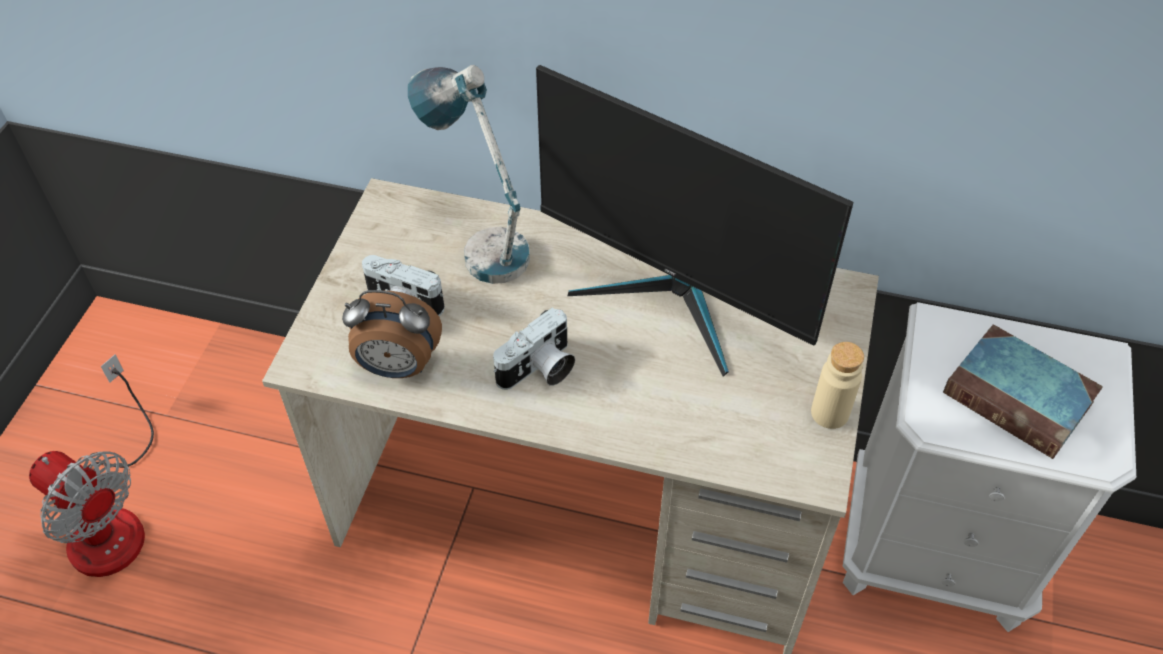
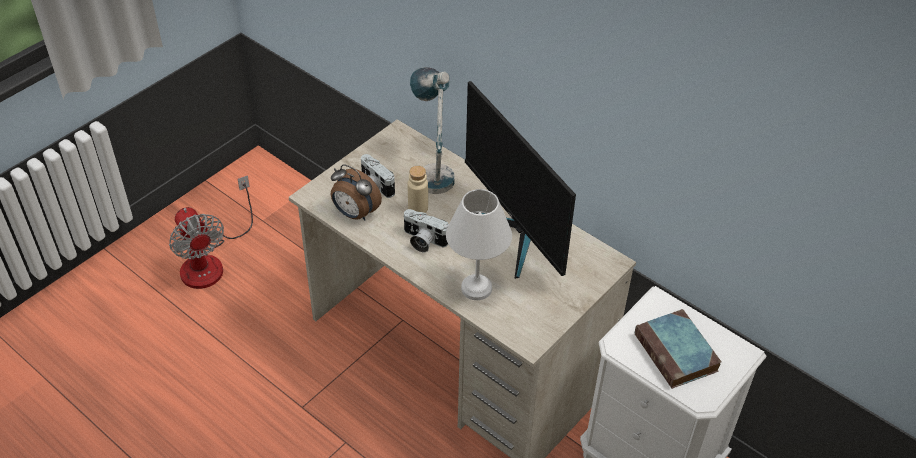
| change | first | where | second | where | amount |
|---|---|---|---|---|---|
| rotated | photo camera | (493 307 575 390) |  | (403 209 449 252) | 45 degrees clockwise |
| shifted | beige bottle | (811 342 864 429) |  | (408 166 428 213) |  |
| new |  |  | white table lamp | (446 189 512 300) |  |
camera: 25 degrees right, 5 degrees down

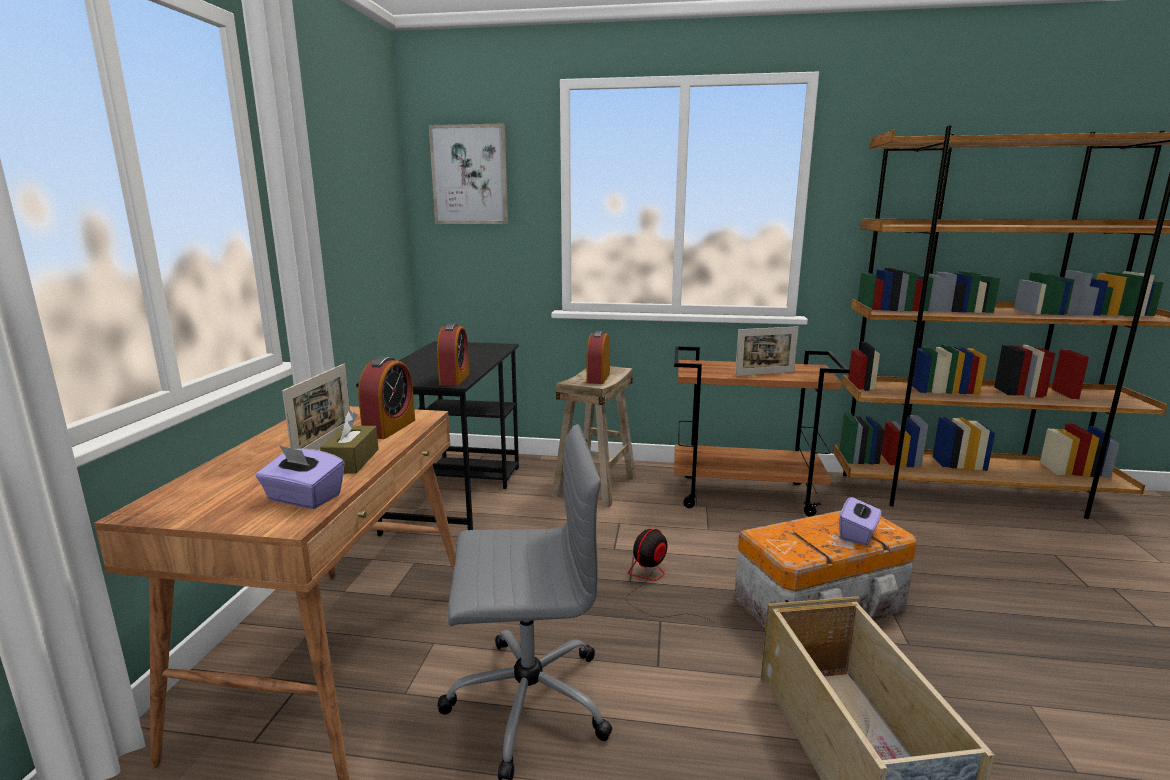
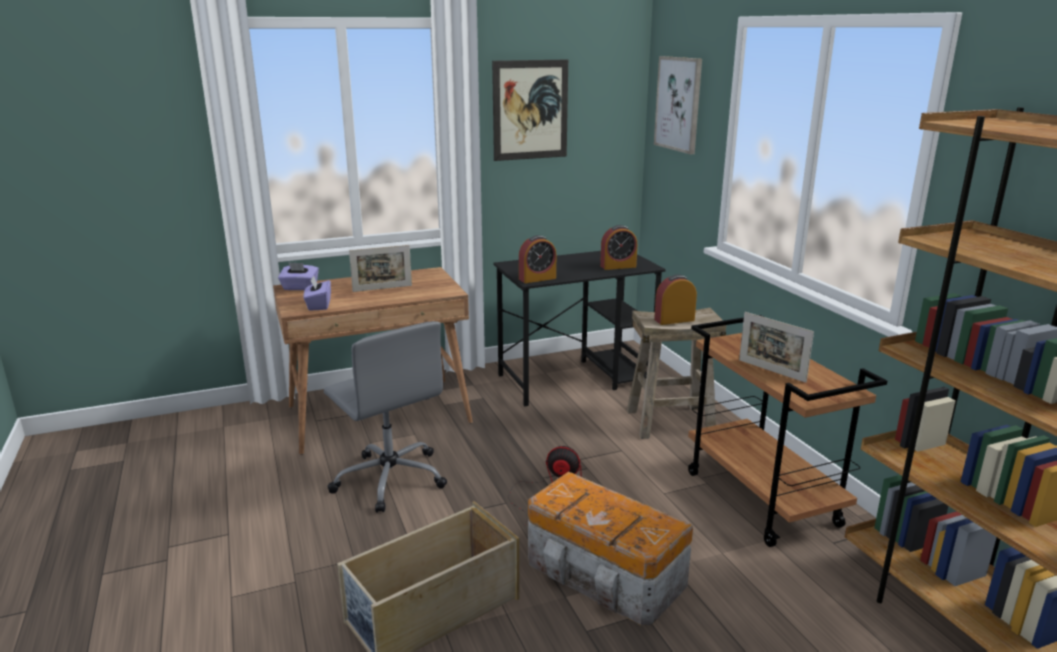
| change | first | where | second | where | amount |
|---|---|---|---|---|---|
| shifted | purple tissue box | (839 496 881 545) |  | (278 262 319 290) |  |
| new |  |  | picture | (492 59 568 161) |  |
| shifted | alarm clock | (358 356 415 439) |  | (600 225 637 270) |  |
| gone | brown tissue box | (320 411 379 474) |  |  |  |
camera: 60 degrees right, 5 degrees up

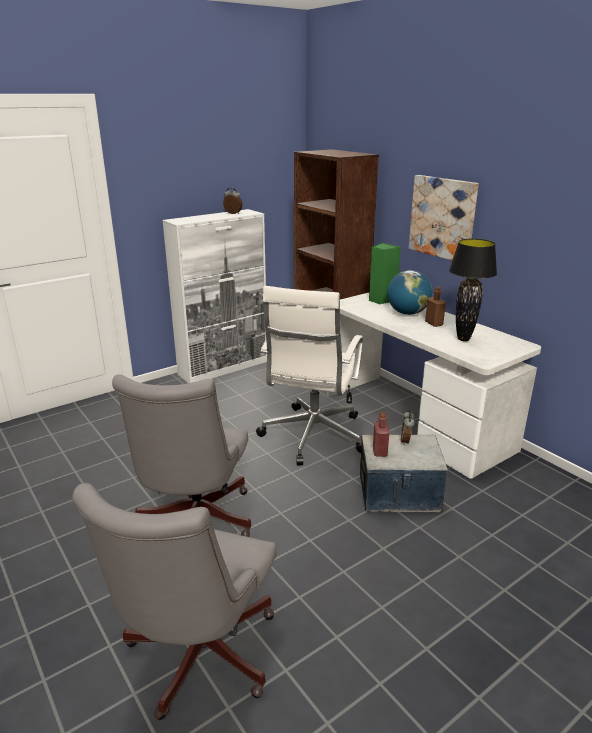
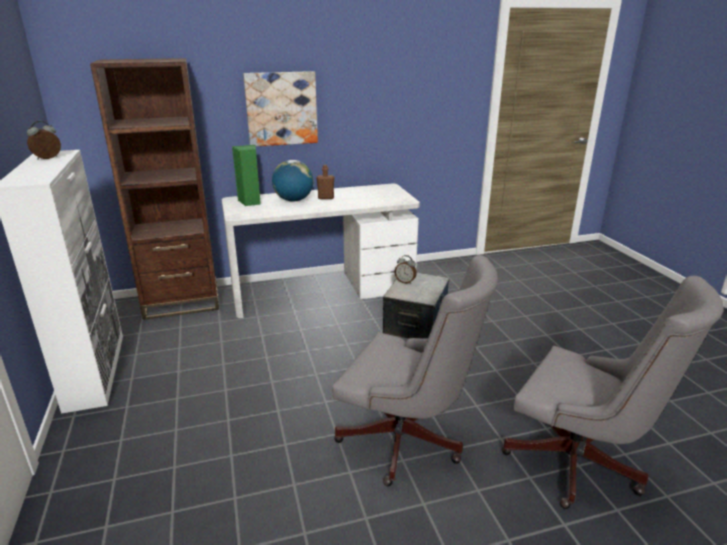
| change | first | where | second | where | amount |
|---|---|---|---|---|---|
| gone | white office chair | (256 286 363 465) |  |  |  |
| gone | red bottle | (373 412 389 457) |  |  |  |
| gone | black table lamp | (449 239 497 341) |  |  |  |
camera: 70 degrees left, 0 degrees up

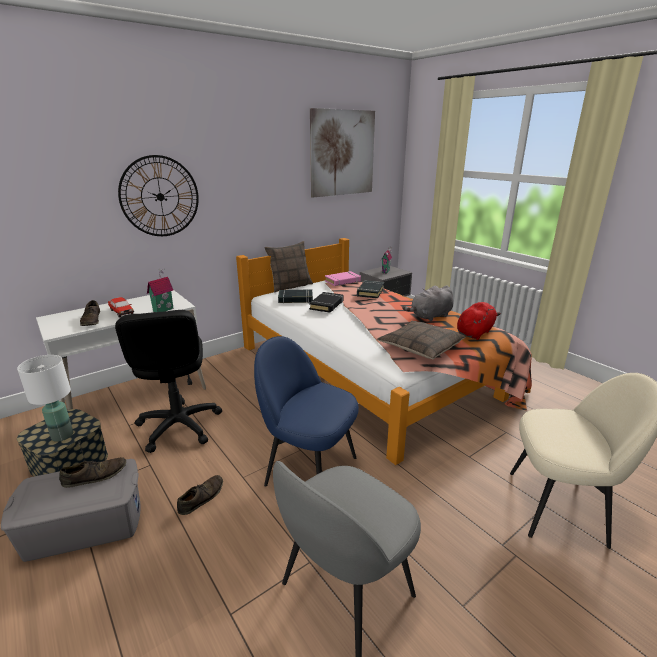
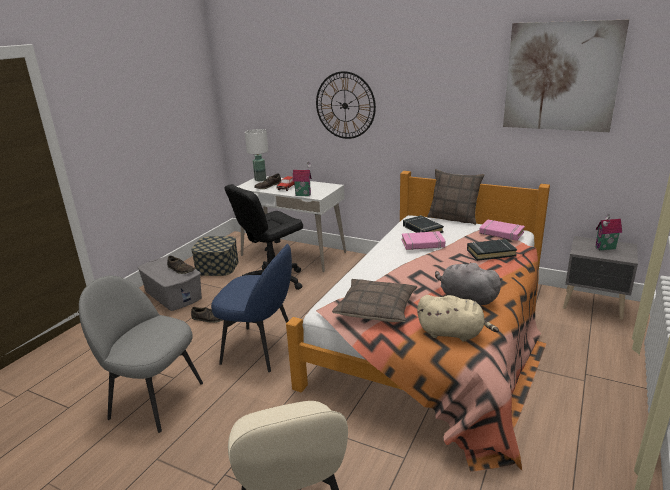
| change | first | where | second | where | amount |
|---|---|---|---|---|---|
| rotated | blue chair | (254 336 359 487) |  | (211 244 292 372) | 105 degrees clockwise |
| shifted | white table lamp | (17 355 73 442) |  | (245 129 268 181) |  |
| repainted | black book | (309 292 344 313) | pink book | (402 231 445 250) |  |
| repainted | red plush toy | (457 302 501 340) | beige plush toy | (417 295 499 342) |  |
camera: 65 degrees right, 0 degrees up

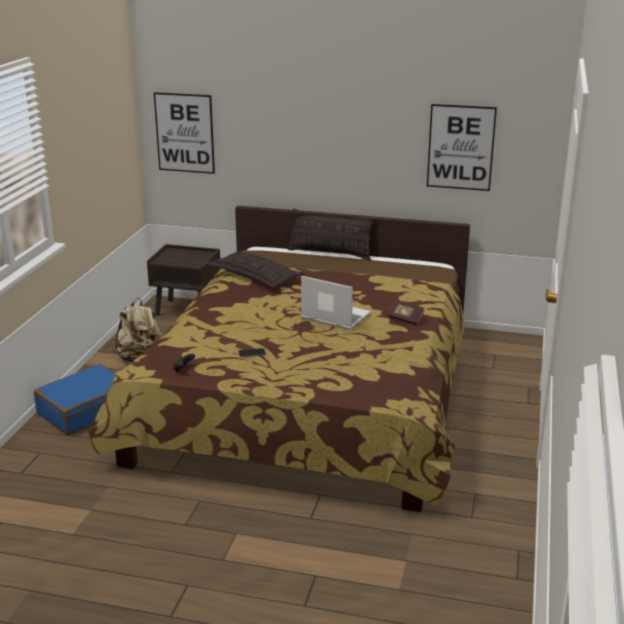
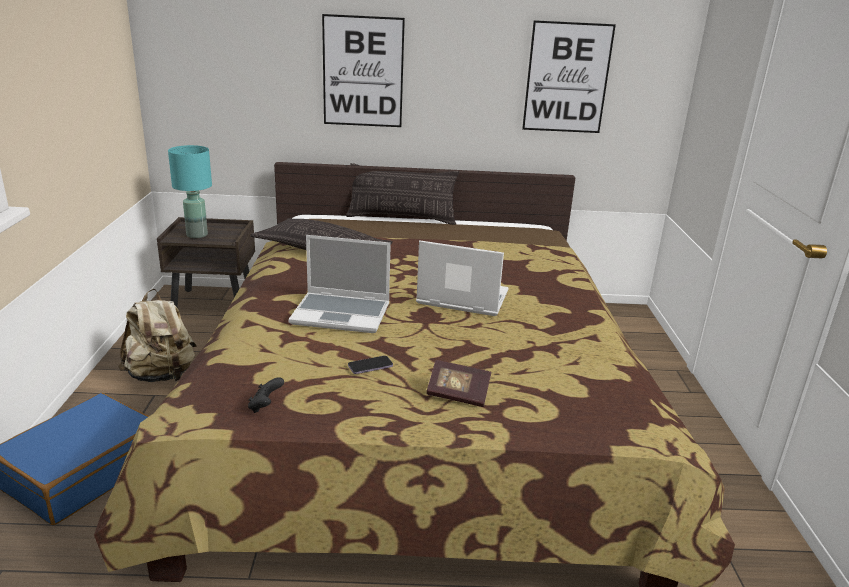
| change | first | where | second | where | amount |
|---|---|---|---|---|---|
| new |  |  | turquoise table lamp | (168 145 212 238) |  |
| new |  |  | laptop | (288 235 391 333) |  |
| shifted | picture | (154 92 215 174) |  | (322 14 405 127) |  |
| shifted | book | (388 300 425 325) |  | (426 360 491 407) |  |
camera: 15 degrees left, 0 degrees up

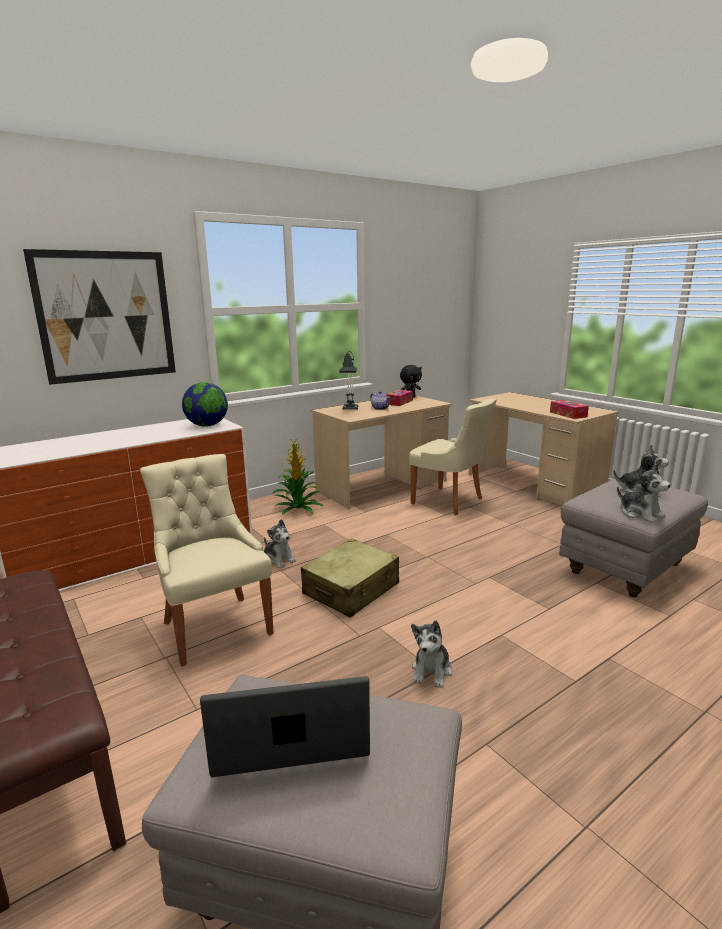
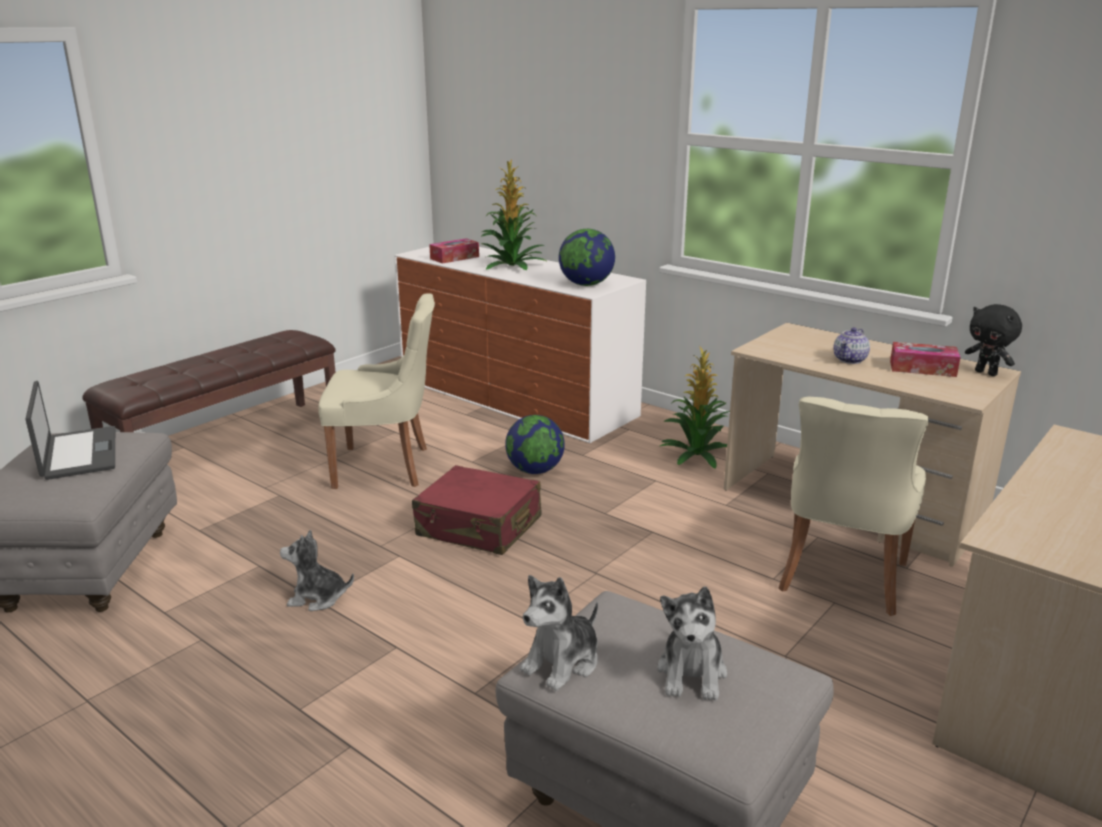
| change | first | where | second | where | amount |
|---|---|---|---|---|---|
| rotated | beige chair | (140 454 274 666) |  | (318 293 435 489) | 45 degrees clockwise |
| repainted | beige suitcase | (301 539 399 617) | red suitcase | (412 465 541 555) |  |
| shifted | tissue box | (550 400 589 419) |  | (429 238 479 264) |  |
| new |  |  | potted plant | (481 159 548 270) |  |
| swapped | plush toy | (264 519 296 568) | globe | (505 415 565 474) |  |
| gone | picture | (23 249 176 385) |  |  |  |
| gone | table lamp | (339 354 359 409) |  |  |  |
camera: 75 degrees right, 5 degrees up

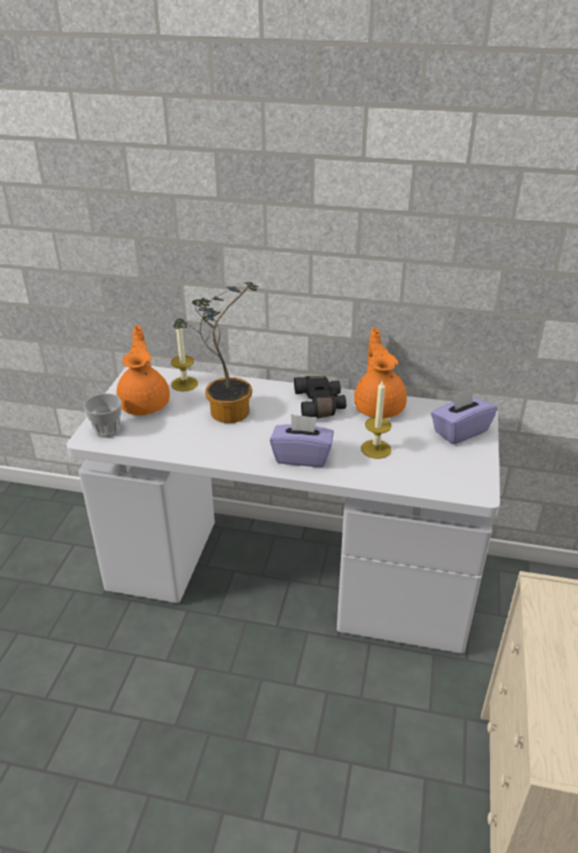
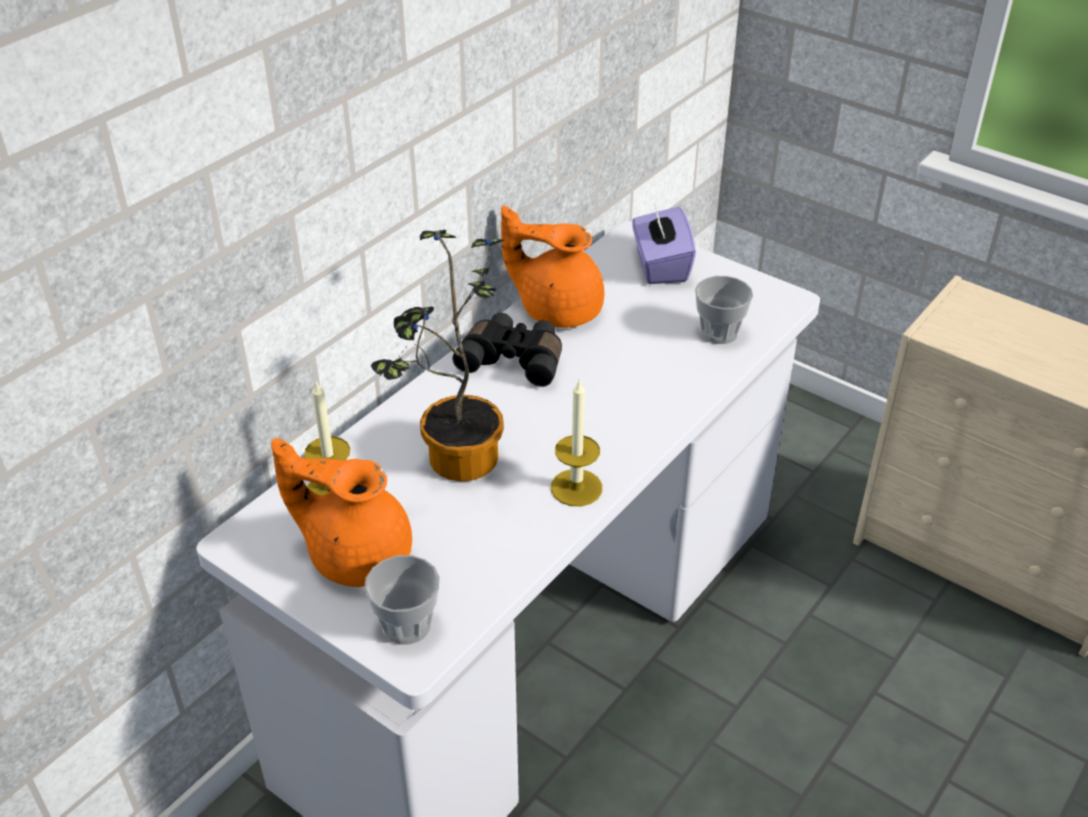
| change | first | where | second | where | amount |
|---|---|---|---|---|---|
| shifted | candle | (361 381 392 459) |  | (551 381 602 506) |  |
| new |  |  | cup | (695 276 753 344) |  |
| gone | purple tissue box | (270 414 334 467) |  |  |  |
camera: 65 degrees left, 5 degrees up

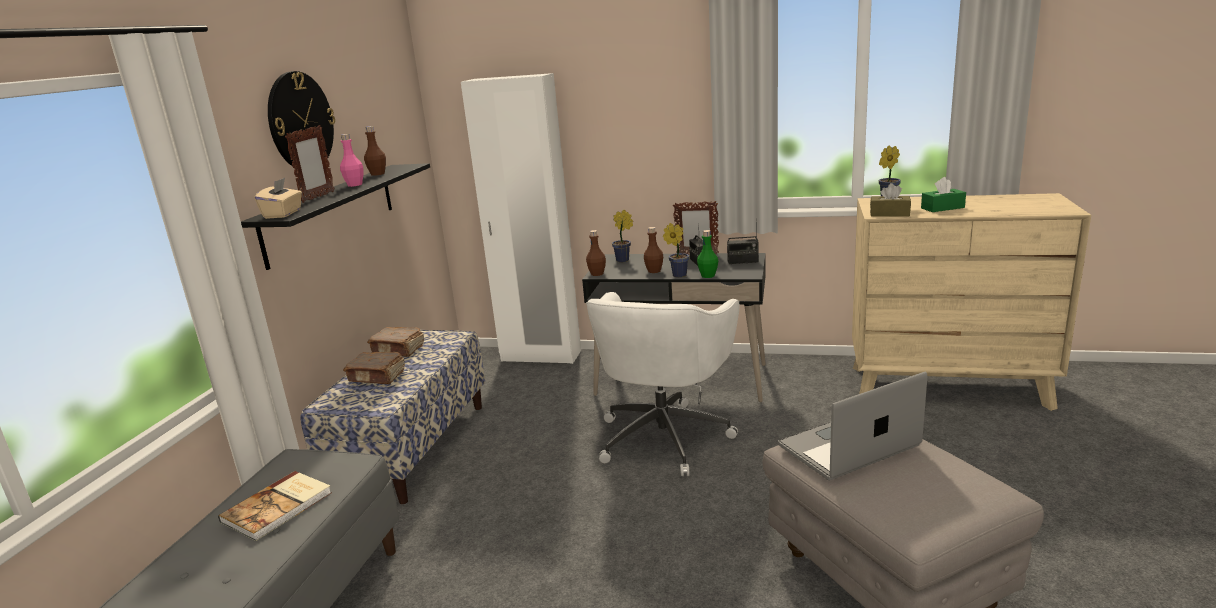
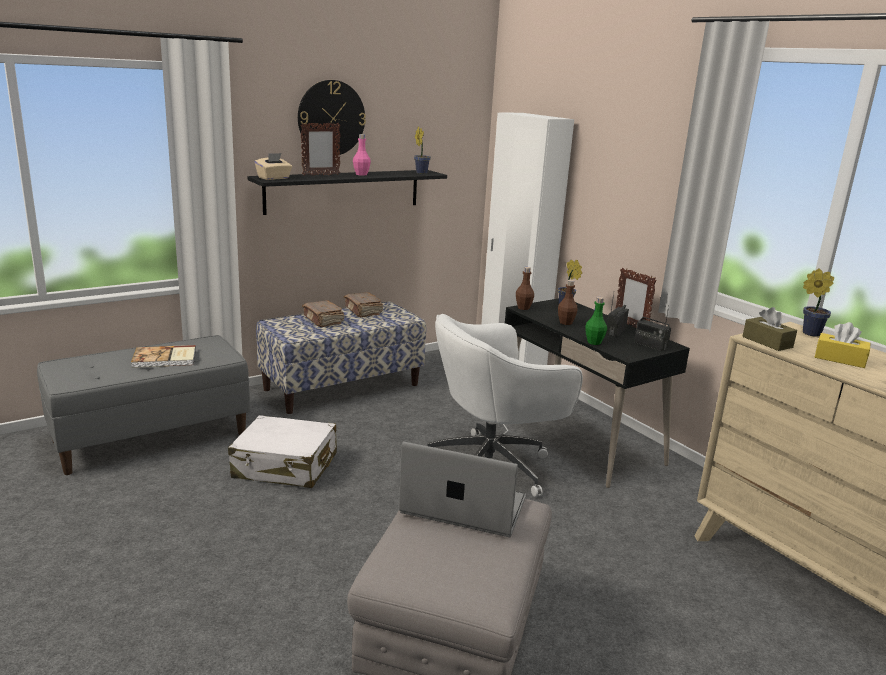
| change | first | where | second | where | amount |
|---|---|---|---|---|---|
| new |  |  | white suitcase | (228 415 337 488) |  |
| shifted | potted plant | (663 223 689 277) |  | (414 126 431 174) |  |
| repainted | green tissue box | (921 177 966 212) | yellow tissue box | (815 322 871 368) |  |
| gone | brown bottle | (364 126 386 176) |  |  |  |
camera: 40 degrees right, 0 degrees up

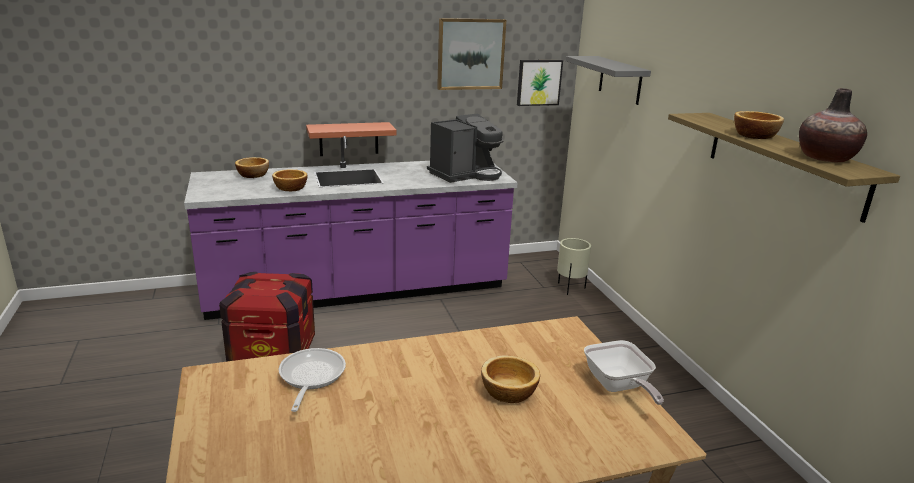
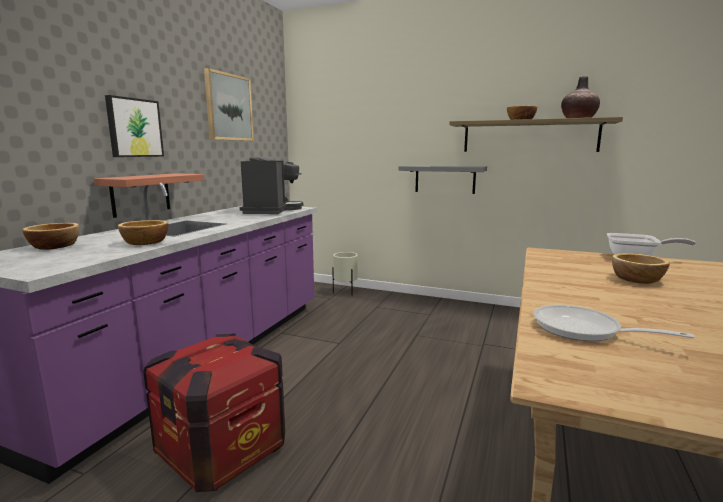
| change | first | where | second | where | amount |
|---|---|---|---|---|---|
| shifted | picture | (517 60 563 106) |  | (105 95 164 157) |  |
| shifted | grey shelf | (566 56 651 105) |  | (399 165 487 194) |  |
camera: 50 degrees left, 10 degrees down

